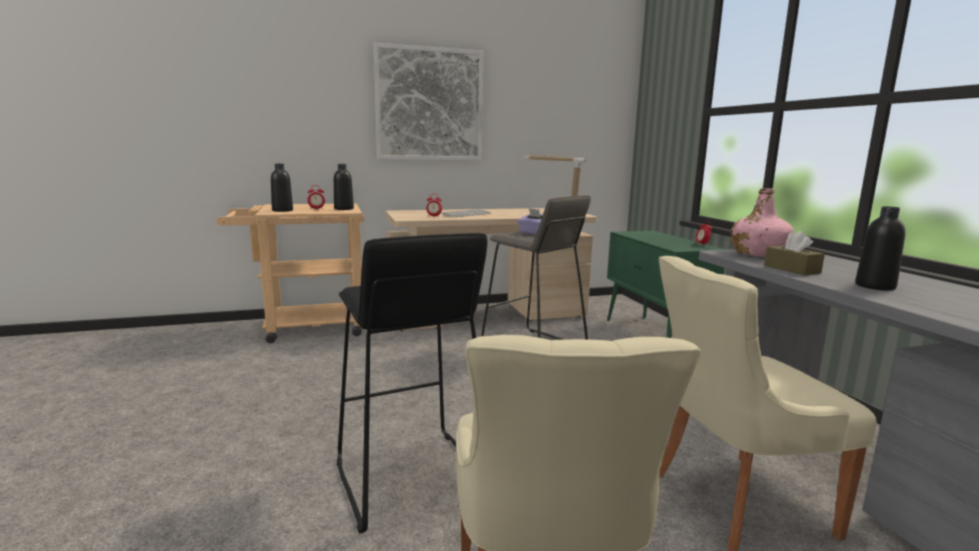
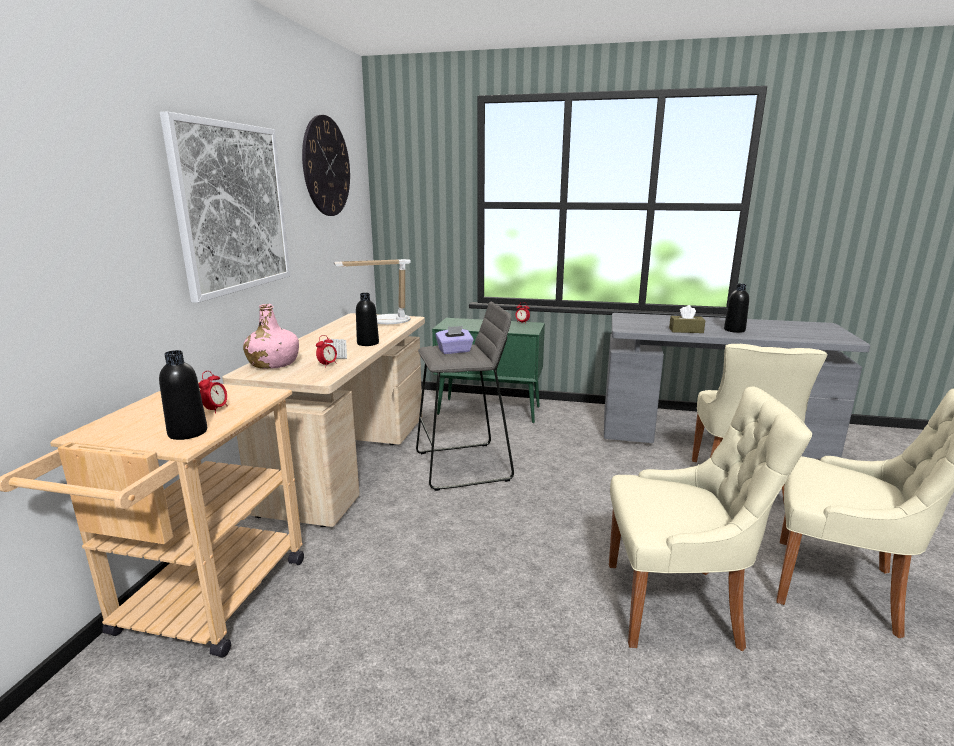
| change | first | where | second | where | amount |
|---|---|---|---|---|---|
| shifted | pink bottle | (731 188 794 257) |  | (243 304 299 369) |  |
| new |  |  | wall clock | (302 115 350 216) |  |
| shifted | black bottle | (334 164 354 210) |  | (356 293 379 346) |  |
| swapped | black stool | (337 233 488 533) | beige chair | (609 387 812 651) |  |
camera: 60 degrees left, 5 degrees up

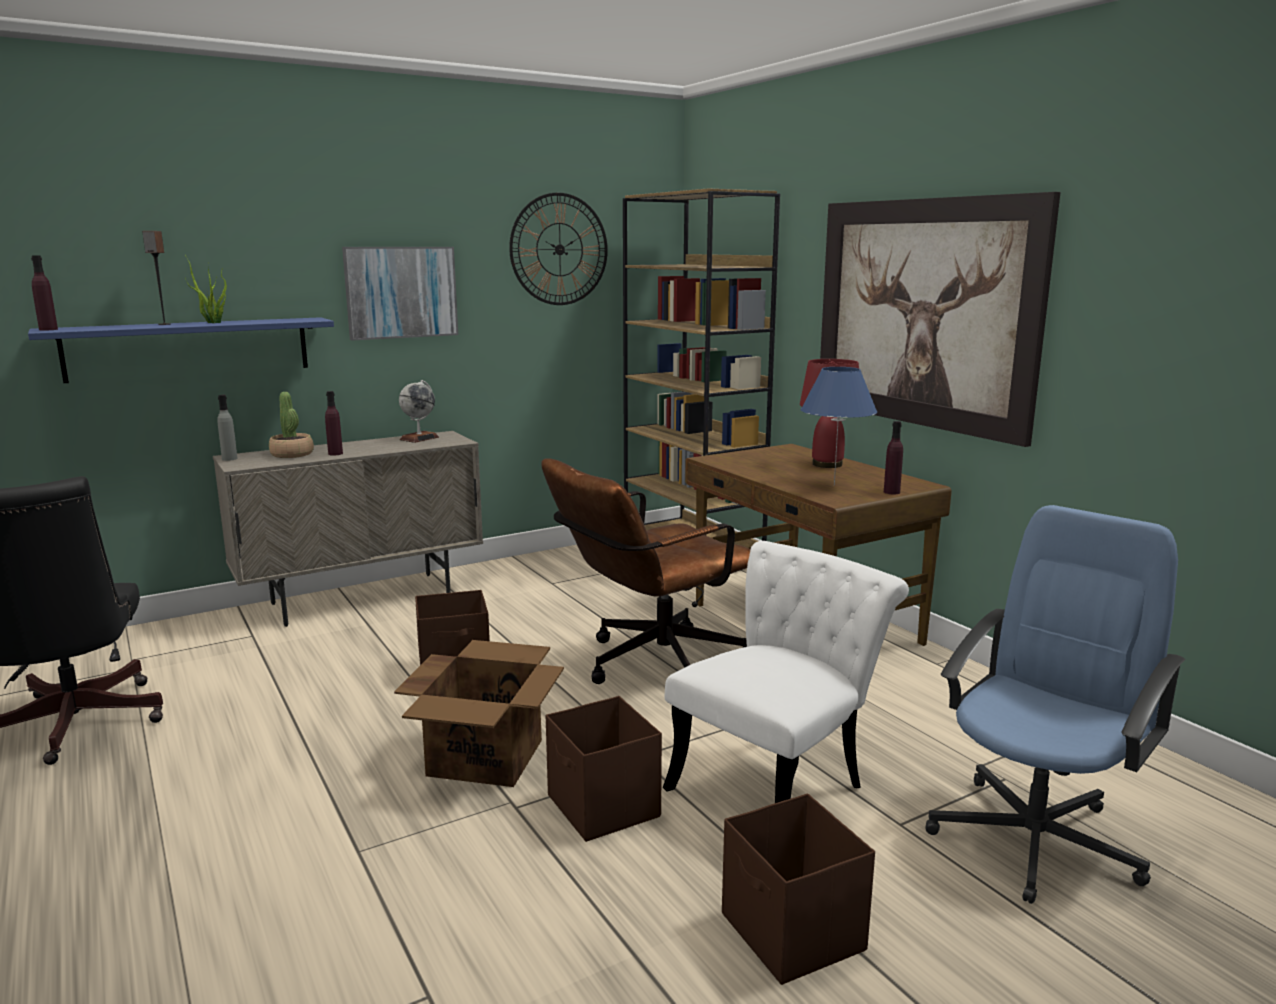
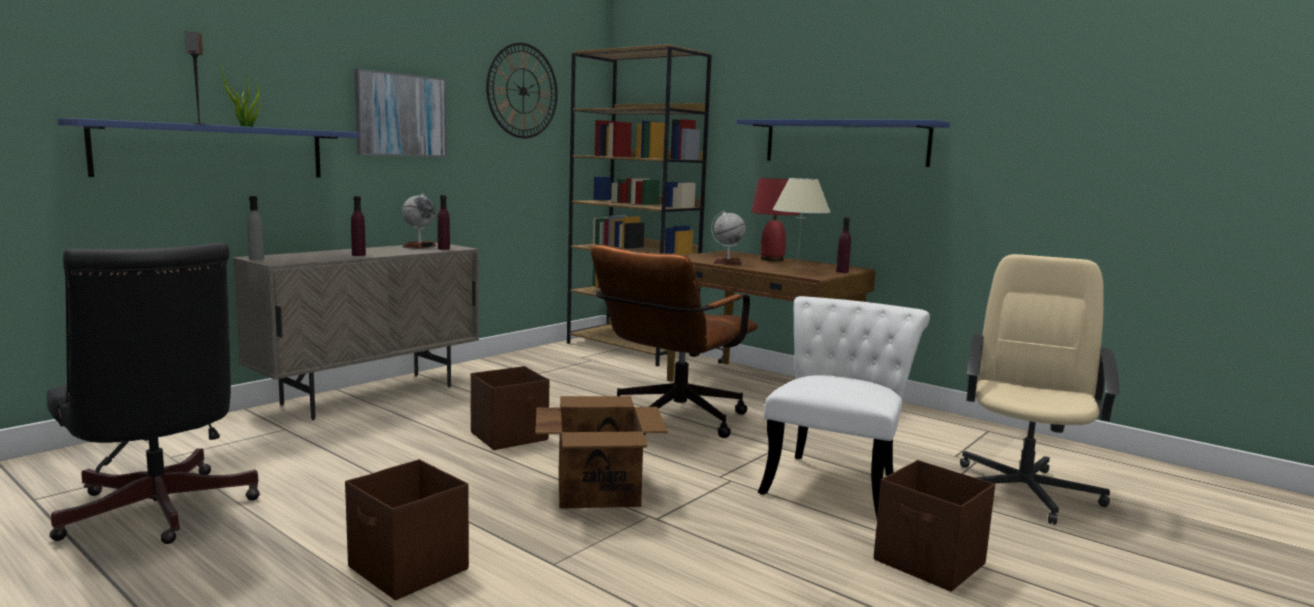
| change | first | where | second | where | amount |
|---|---|---|---|---|---|
| shifted | brown storage box | (546 696 662 842) |  | (345 459 469 600) |  |
| shifted | purple bottle | (31 255 58 331) |  | (437 195 450 250) |  |
| new |  |  | globe | (711 211 745 265) |  |
| swapped | picture | (820 192 1061 447) | blue shelf | (736 119 950 167) |  |
| repainted | blue table lamp | (801 367 877 486) | beige table lamp | (772 178 831 270) |  |
| repainted | blue office chair | (925 505 1185 904) | beige office chair | (960 254 1120 525) |  |
| gone | potted plant | (269 392 314 458) |  |  |  |
camera: 20 degrees left, 5 degrees down

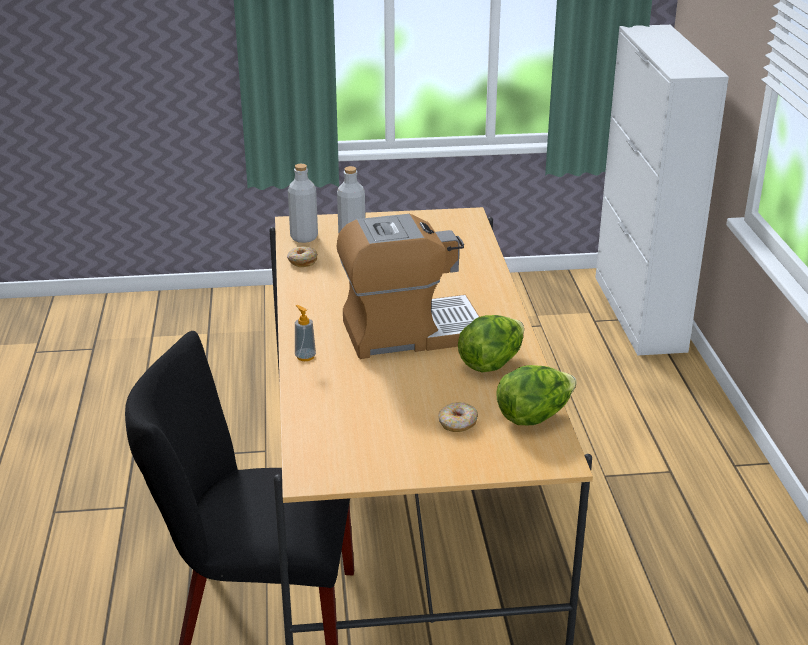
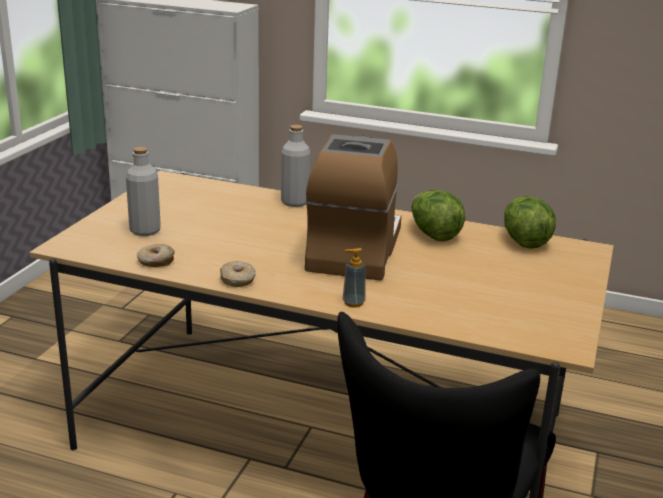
| change | first | where | second | where | amount |
|---|---|---|---|---|---|
| shifted | donut | (438 402 478 432) |  | (220 261 256 287) |  |
| shifted | grey bottle | (288 164 318 243) |  | (281 125 310 207) |  |
camera: 65 degrees left, 5 degrees down

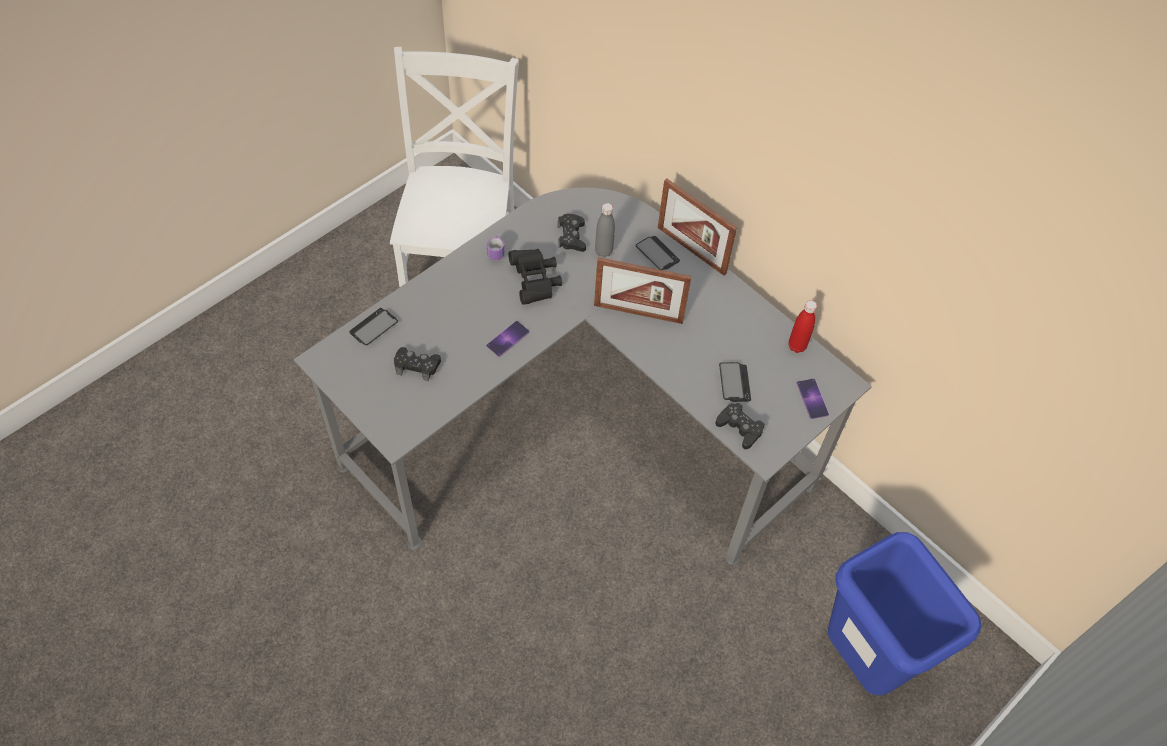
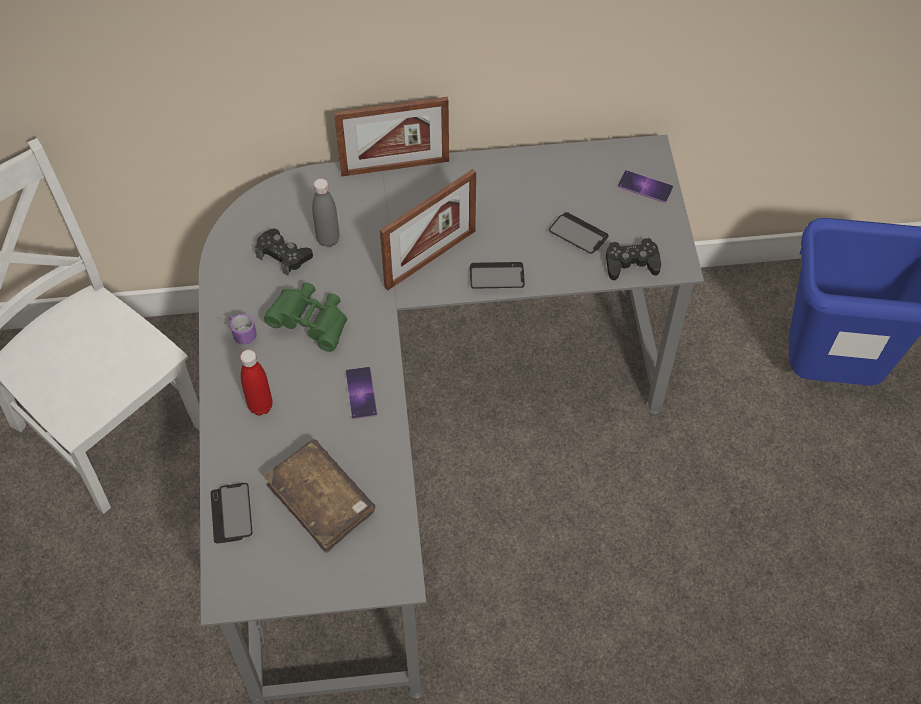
| change | first | where | second | where | amount |
|---|---|---|---|---|---|
| shifted | red bottle | (788 300 817 353) |  | (240 350 273 416) |  |
| repainted | black binoculars | (508 249 562 305) | green binoculars | (264 282 347 352) |  |
| swapped | black game controller | (394 347 441 381) | brown book | (264 439 375 553) |  |
| shifted | phone | (636 236 680 270) |  | (470 262 525 289) |  |
camera: 50 degrees left, 0 degrees up

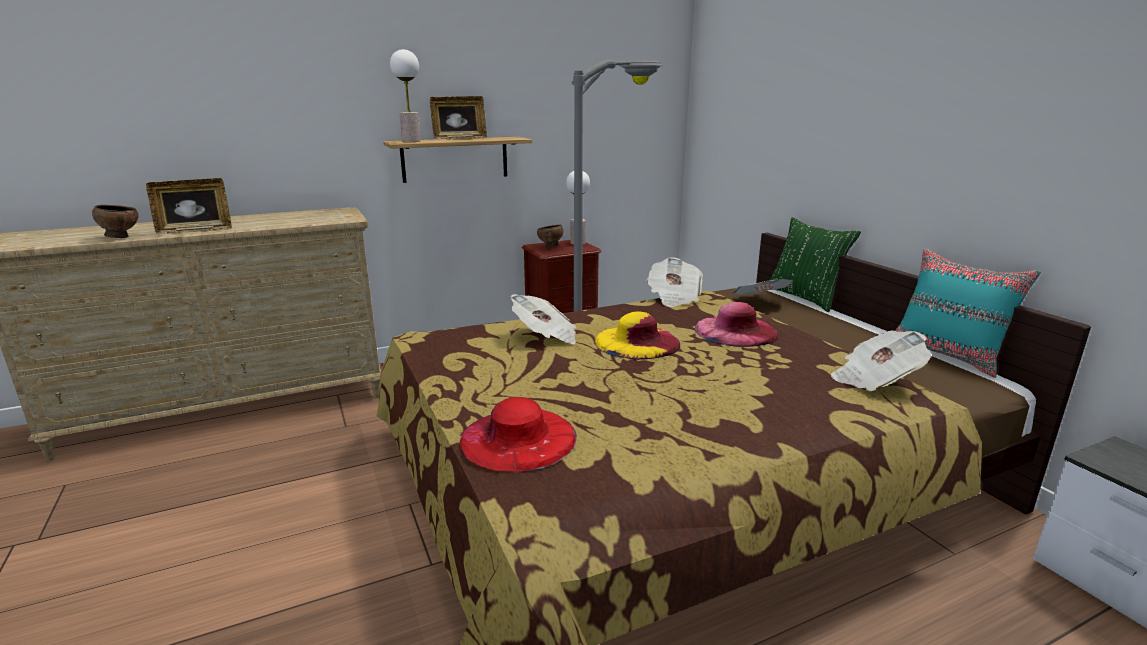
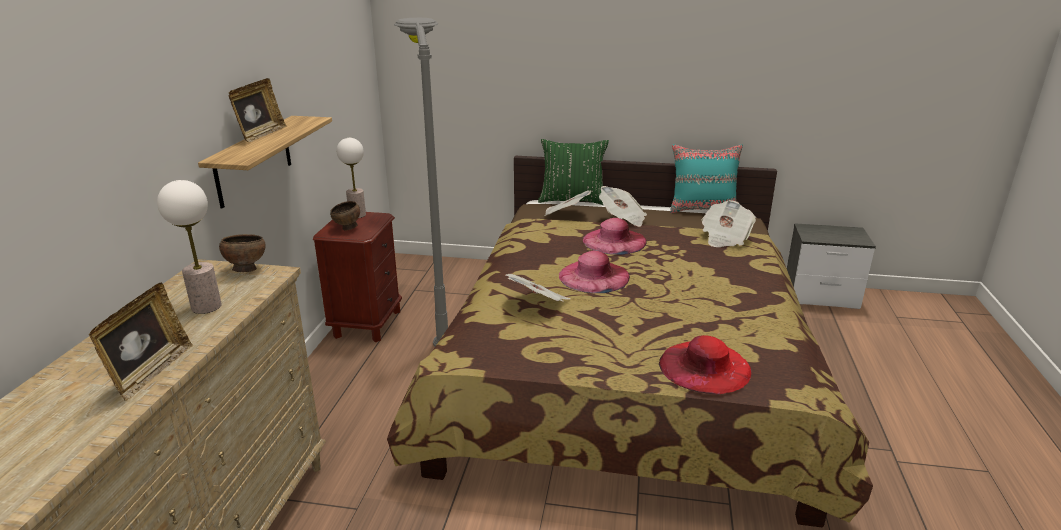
| change | first | where | second | where | amount |
|---|---|---|---|---|---|
| shifted | table lamp | (390 49 421 142) |  | (157 180 222 314) |  |
| shifted | brown bowl | (92 205 138 238) |  | (219 234 266 272) |  |
| repainted | yellow hat | (595 312 680 360) | pink hat | (559 250 630 293) |  |
| shifted | newspaper | (647 257 703 307) |  | (599 186 647 227) |  |
camera: 55 degrees left, 5 degrees up

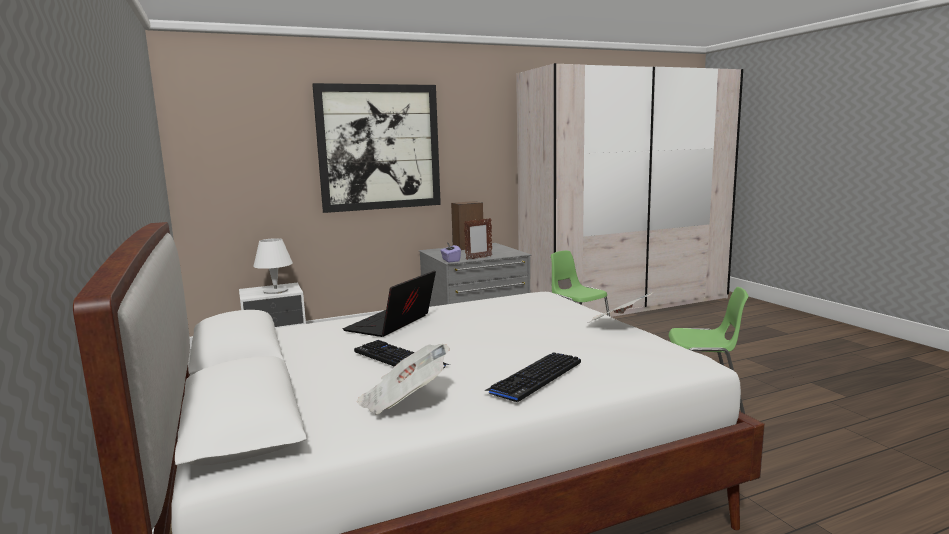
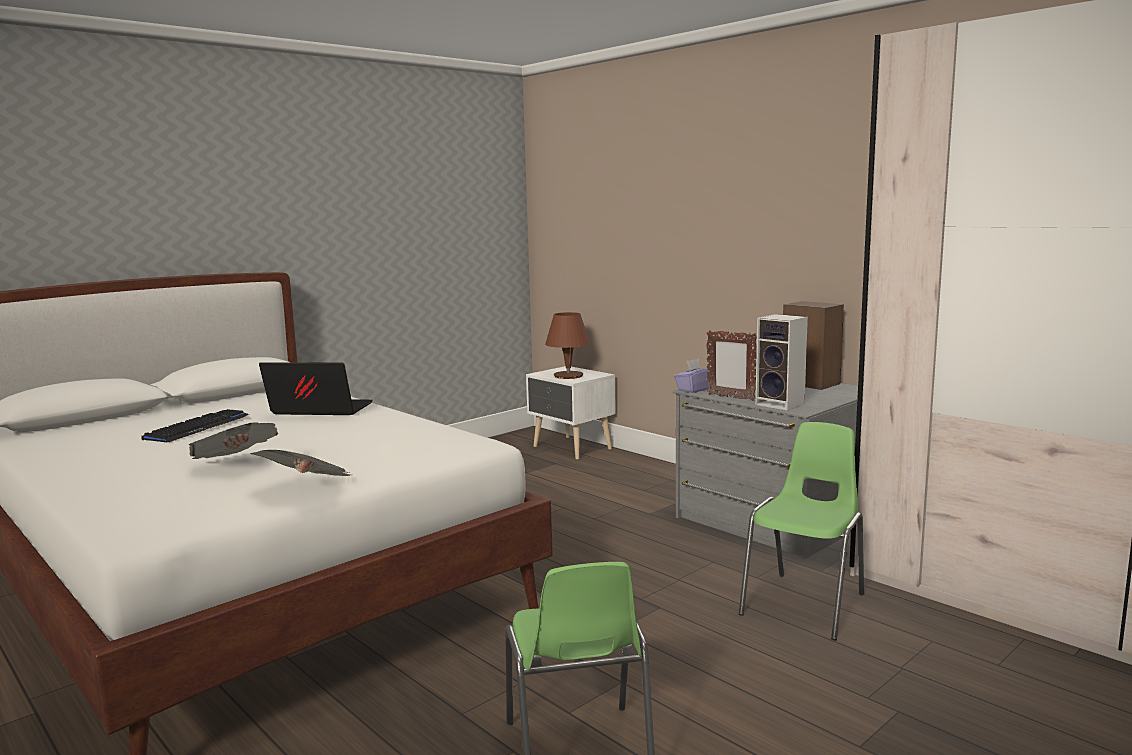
| change | first | where | second | where | amount |
|---|---|---|---|---|---|
| shifted | newspaper | (357 344 450 415) |  | (189 422 278 459) |  |
| repainted | white table lamp | (253 238 293 294) | brown table lamp | (545 312 590 379) |  |
| new |  |  | speaker | (755 314 808 410) |  |
| gone | picture | (312 83 441 213) |  |  |  |
| gone | keyboard | (484 352 581 402) |  |  |  |
camera: 70 degrees right, 0 degrees up

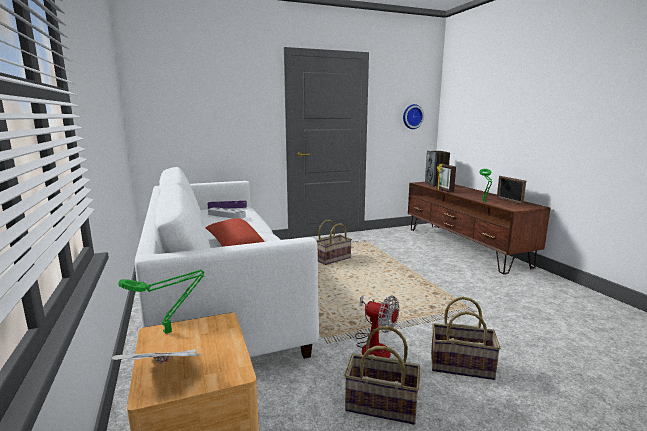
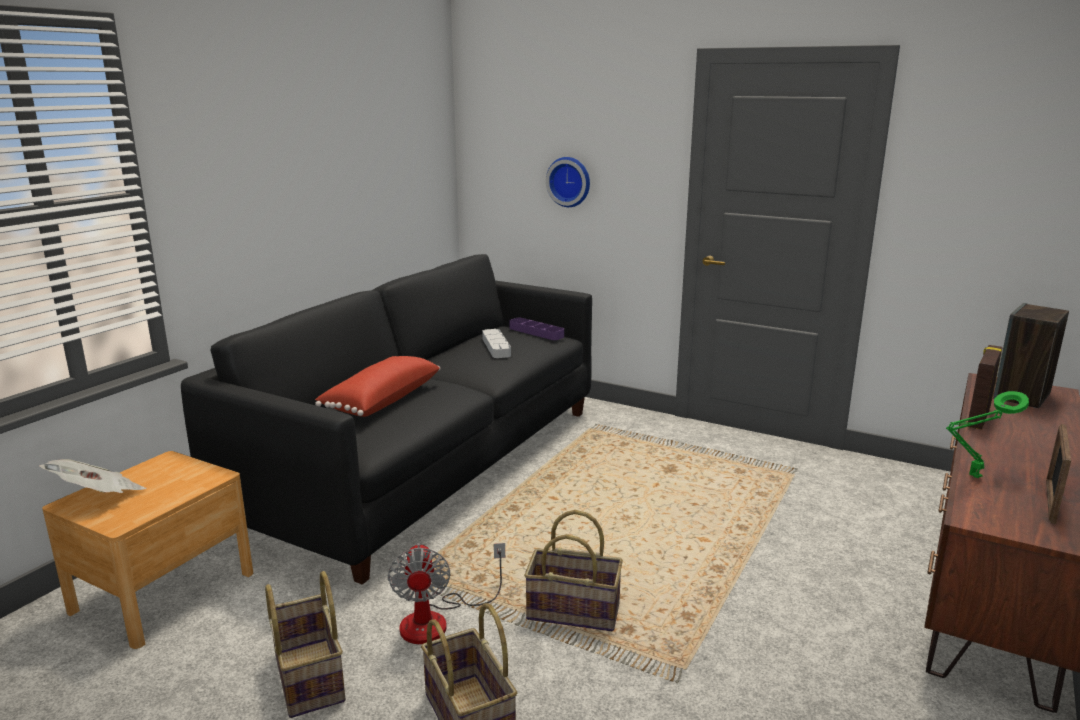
| change | first | where | second | where | amount |
|---|---|---|---|---|---|
| repainted | white sofa | (135 167 319 359) | black sofa | (181 254 592 585) |  |
| shifted | basket | (316 220 352 265) |  | (524 510 623 631) |  |
| shifted | wall clock | (403 104 424 129) |  | (546 157 590 207) |  |
| gone | green table lamp | (118 270 204 334) |  |  |  |
camera: 50 degrees right, 5 degrees up

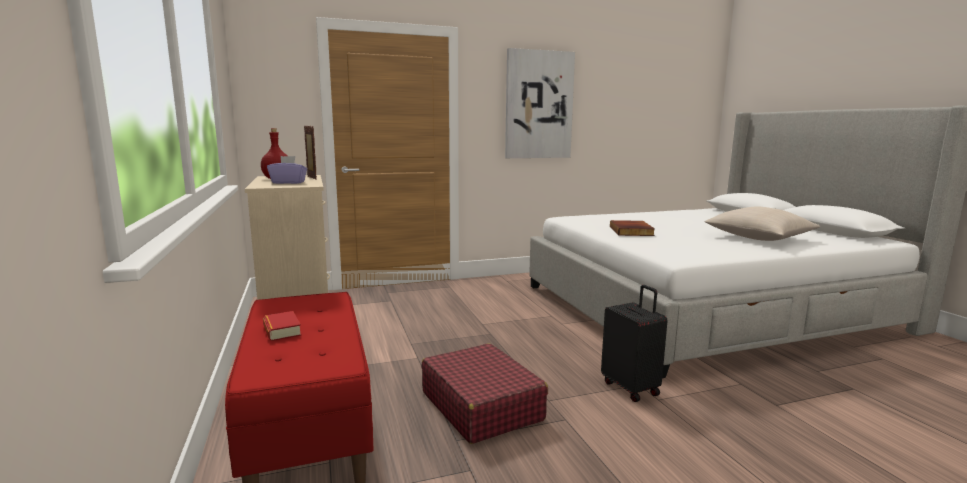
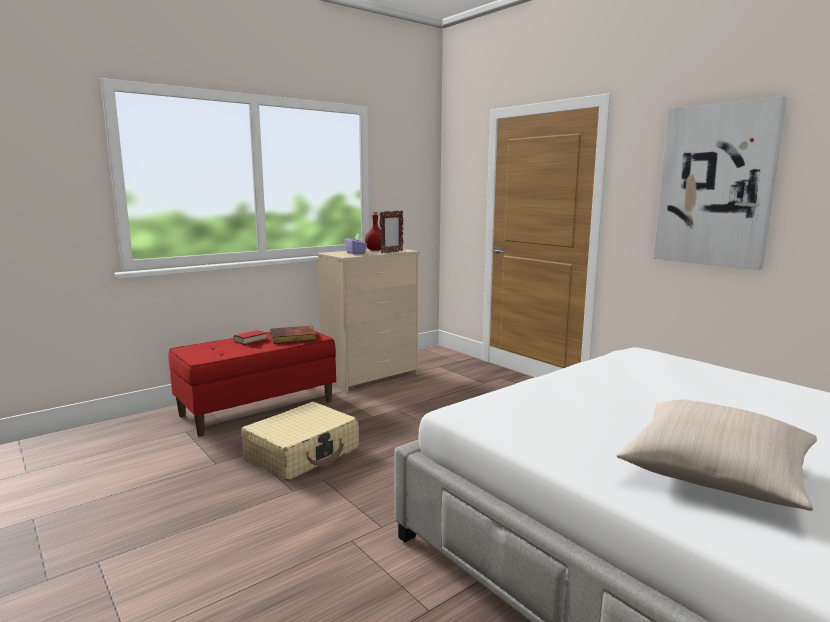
| change | first | where | second | where | amount |
|---|---|---|---|---|---|
| repainted | red suitcase | (421 343 548 444) | beige suitcase | (241 402 359 481) |  |
| shifted | book | (610 220 655 236) |  | (271 326 317 344) |  |
| gone | black suitcase | (601 285 668 402) |  |  |  |
camera: 70 degrees right, 0 degrees up

